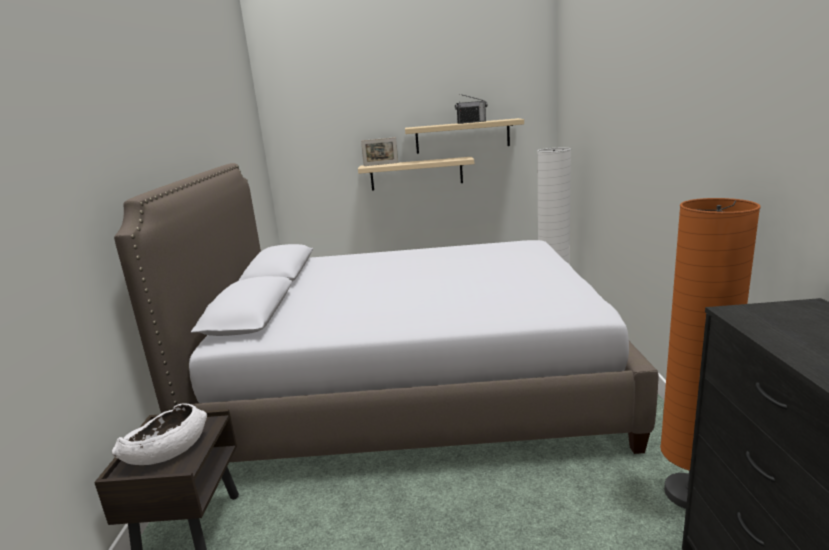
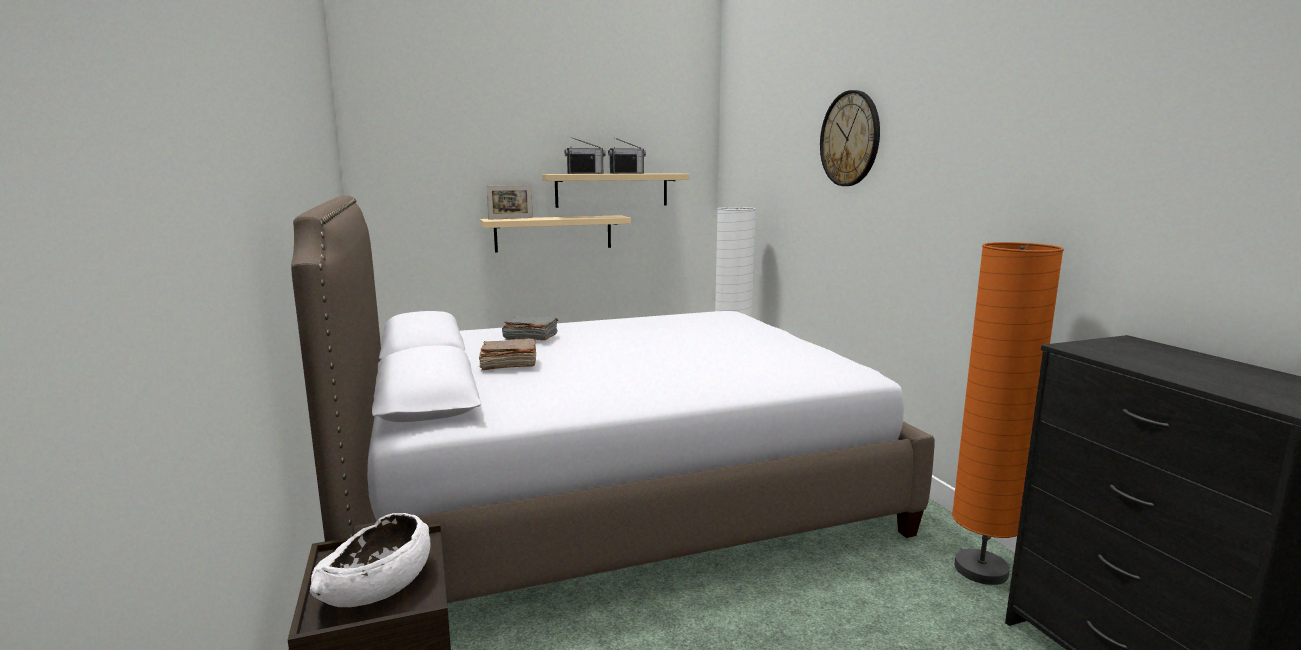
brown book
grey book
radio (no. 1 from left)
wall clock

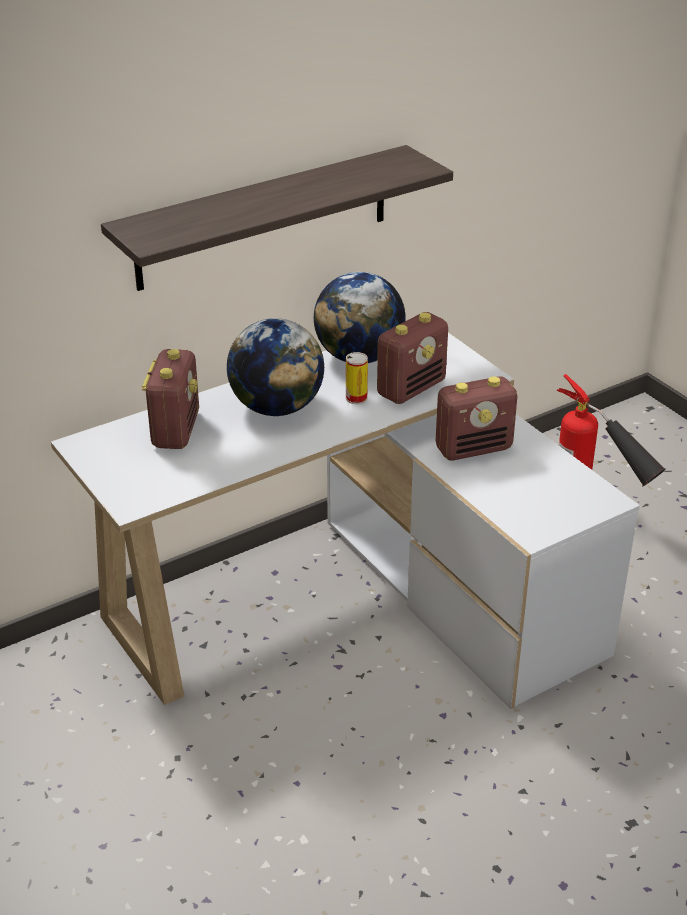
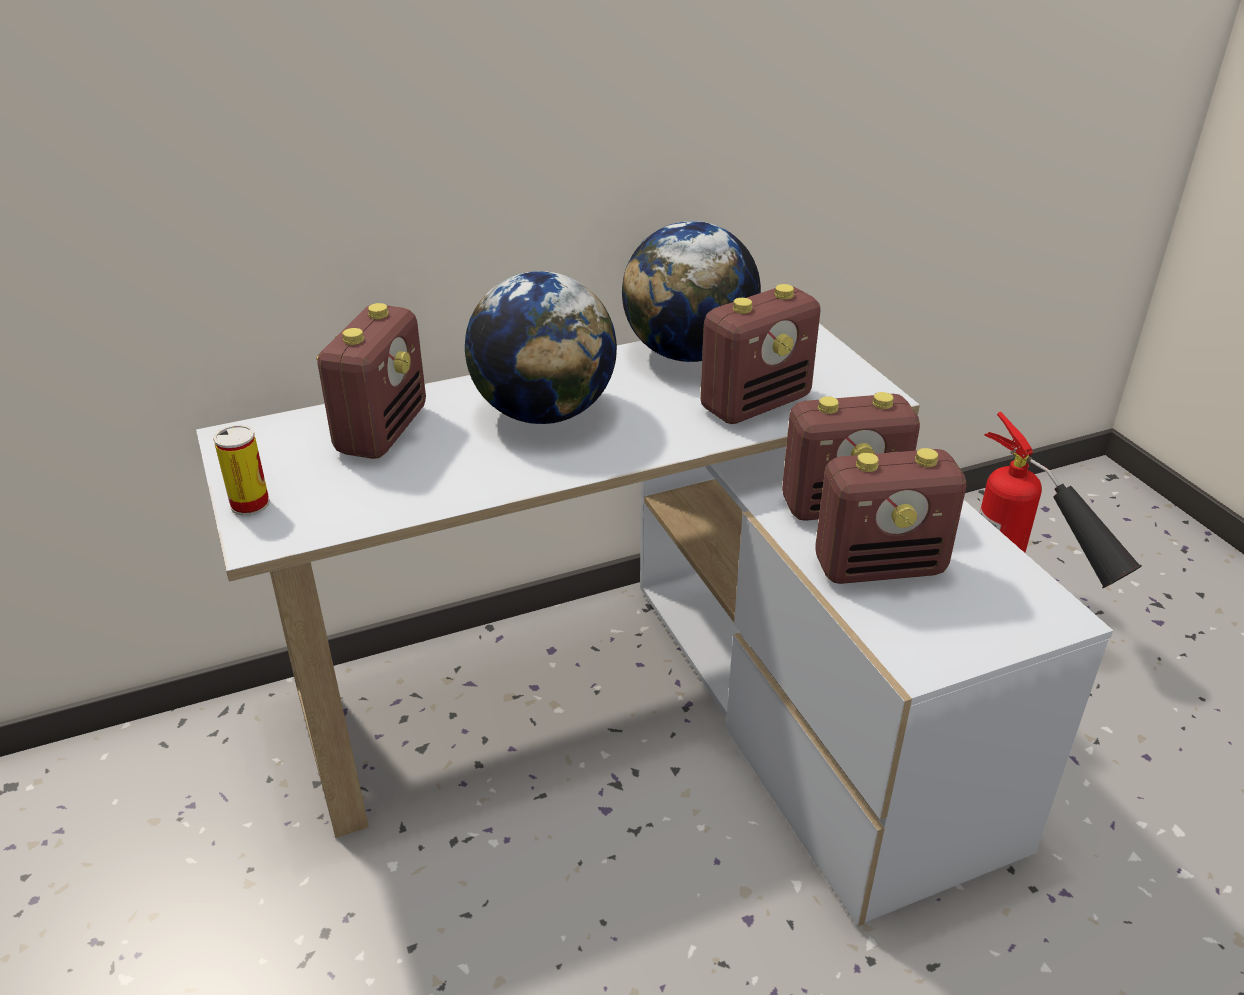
shelf
can
radio (no. 4 from left)

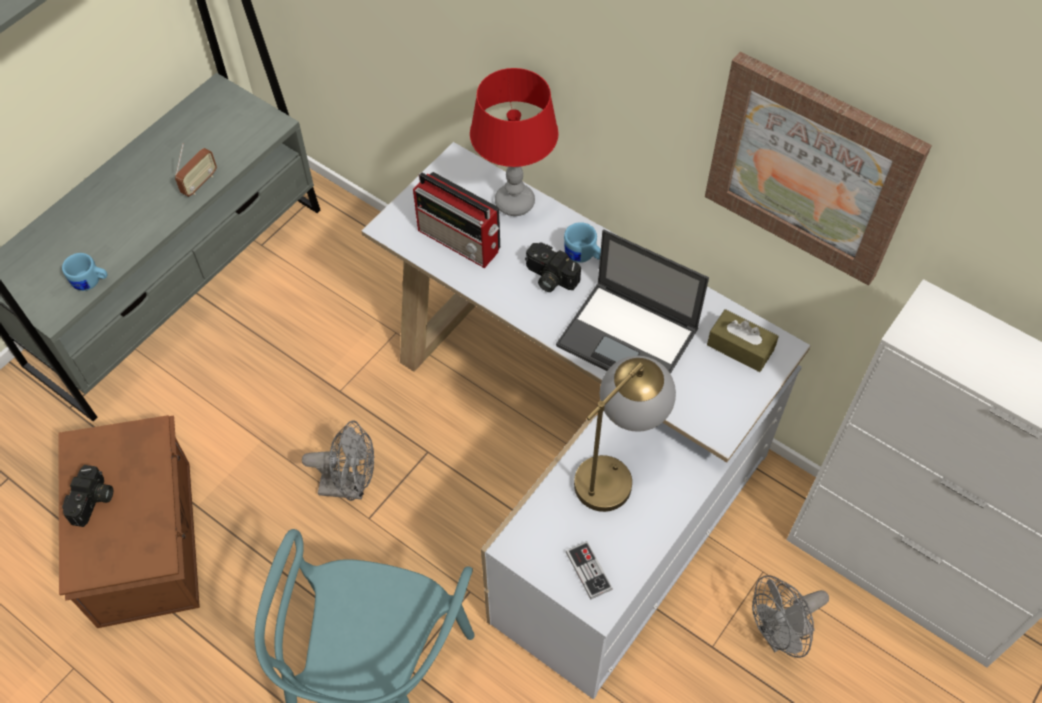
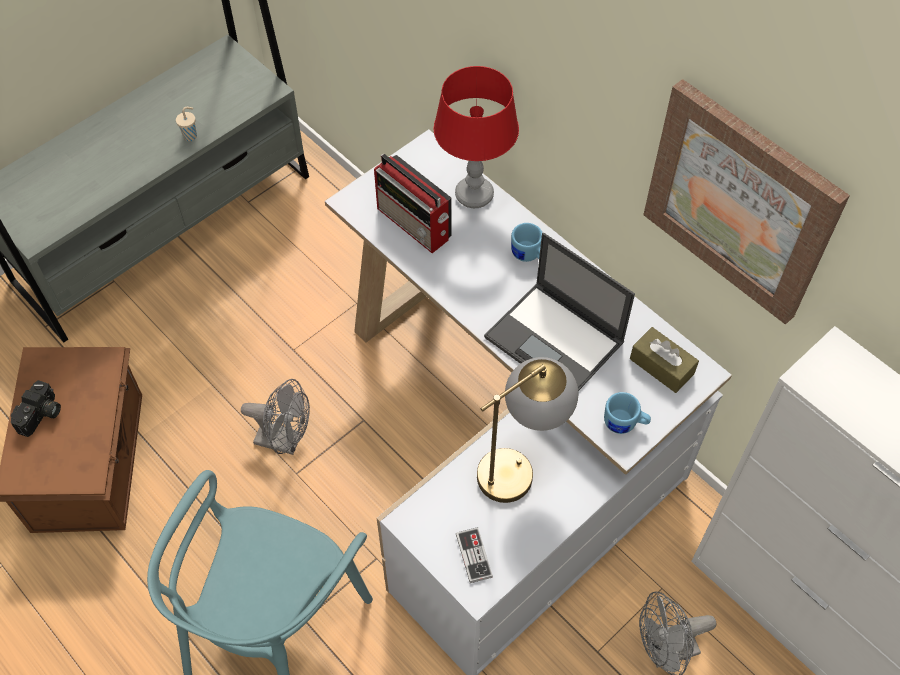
blue mug (no. 2 from left)
beige cup
photo camera (no. 2 from left in the first image)

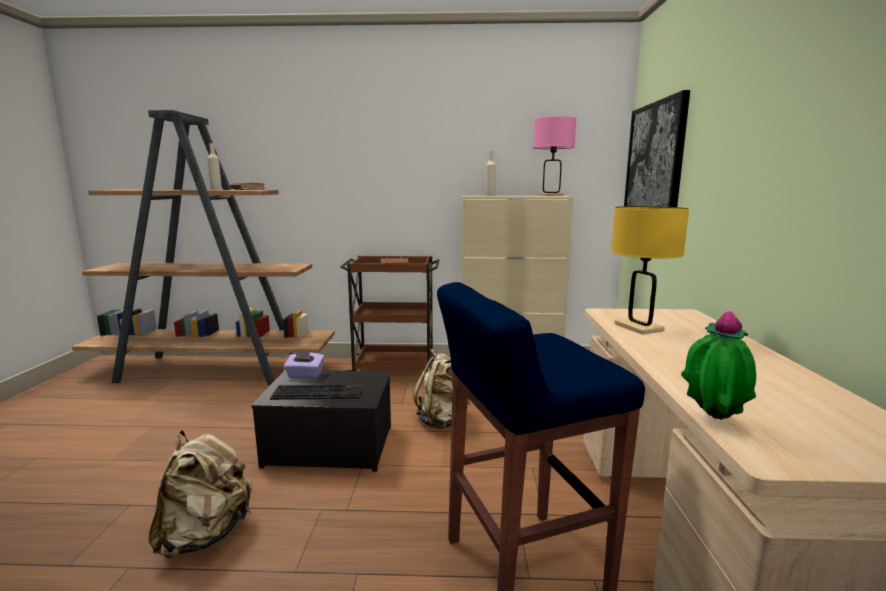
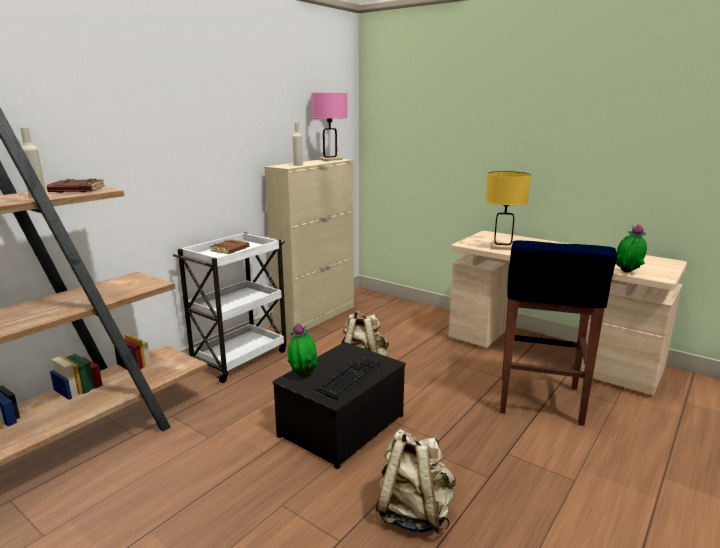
potted plant (no. 1 from left)
white cart
picture

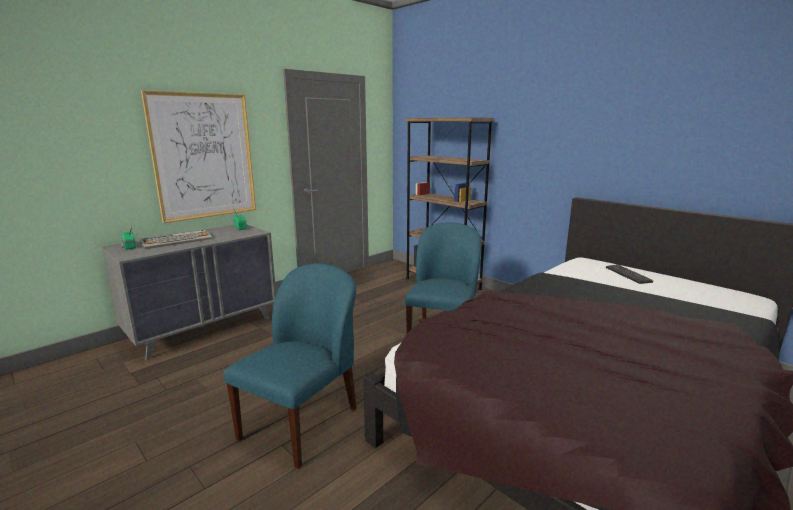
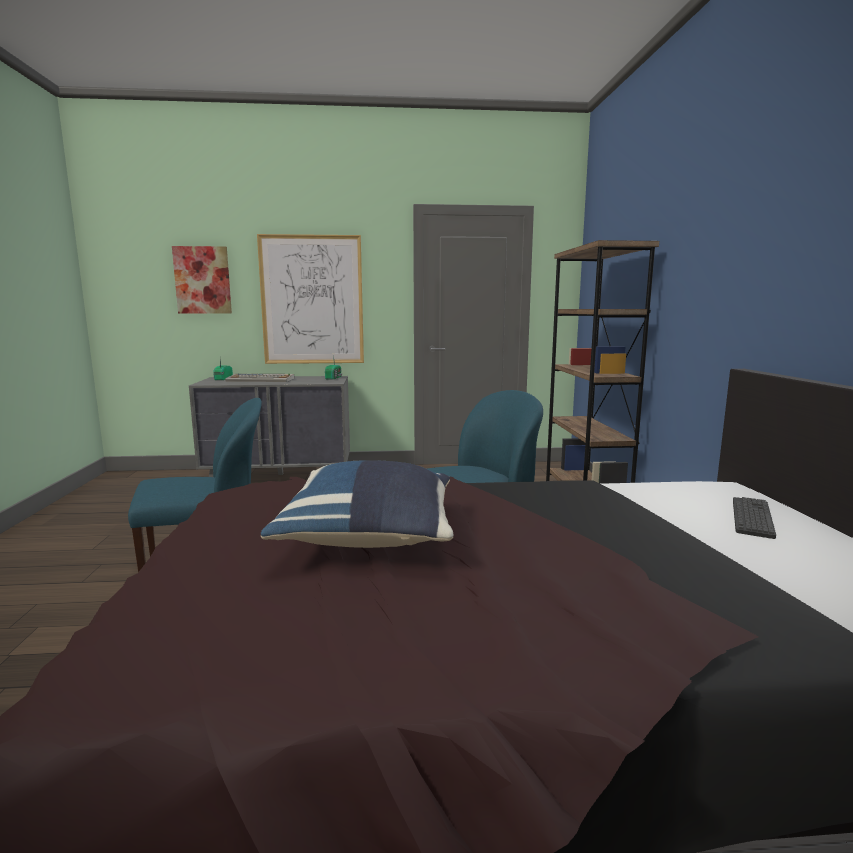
picture (no. 1 from left)
blue pillow

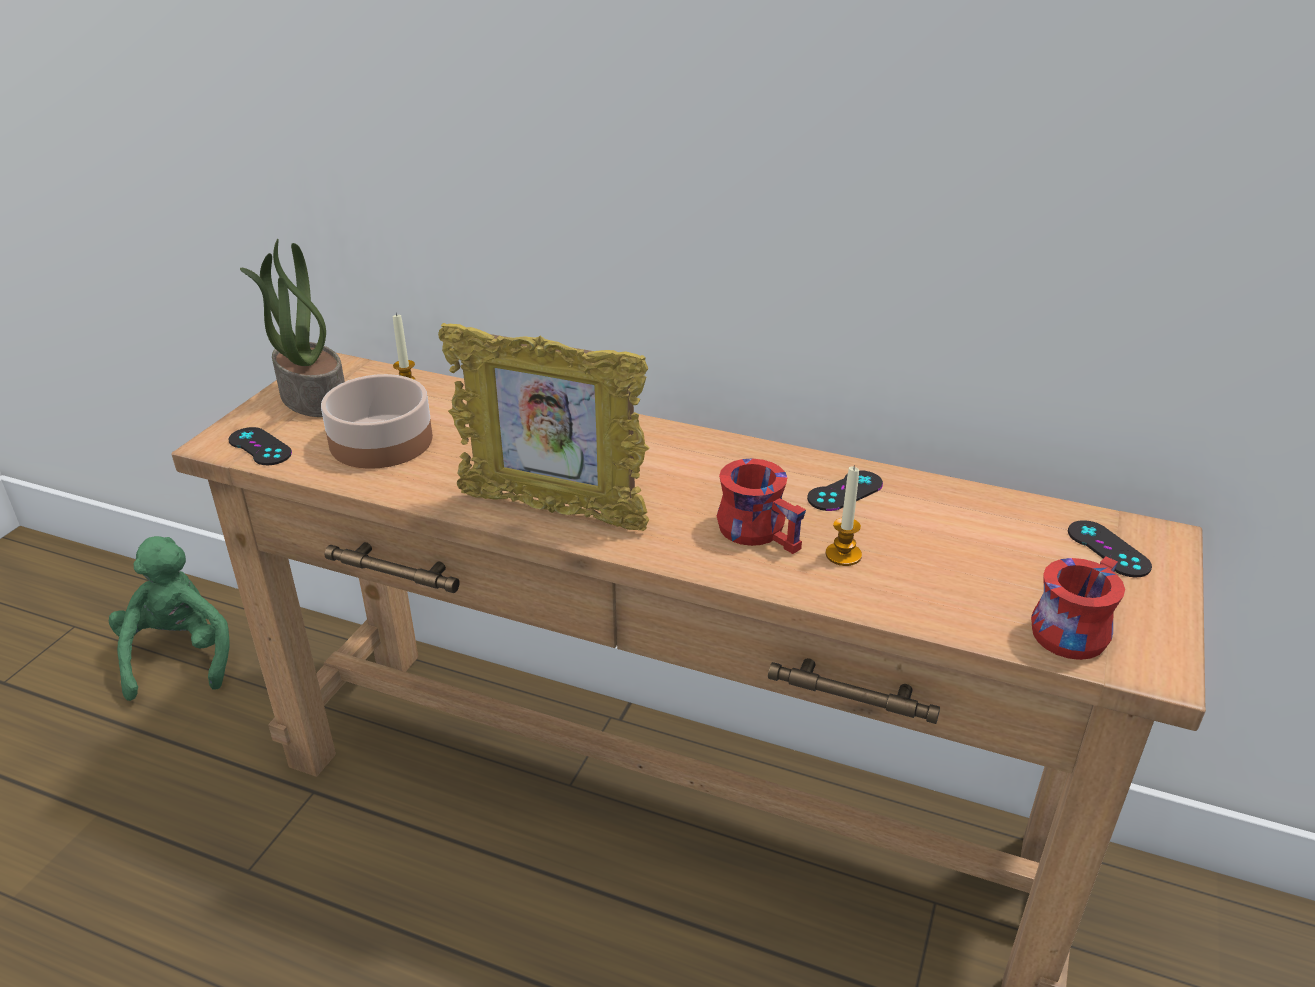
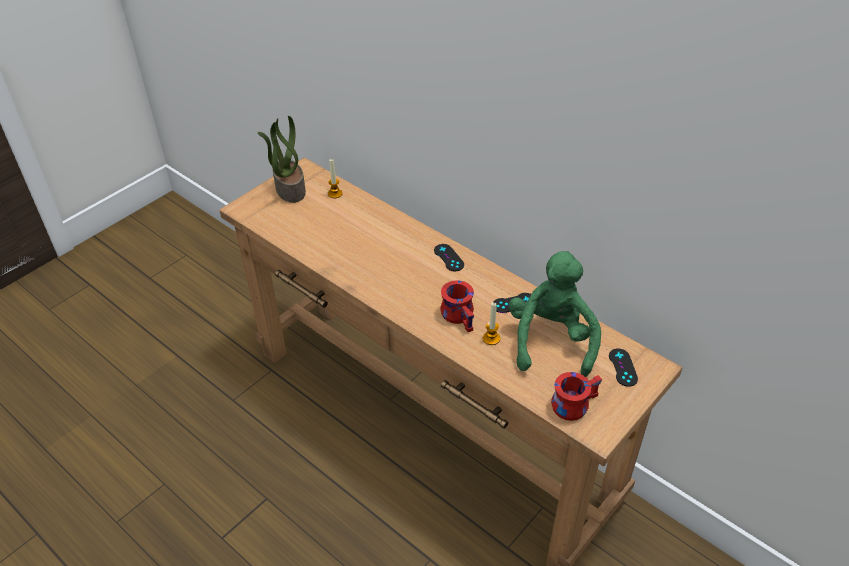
green plush toy
black game controller (no. 1 from left)
bowl
picture frame

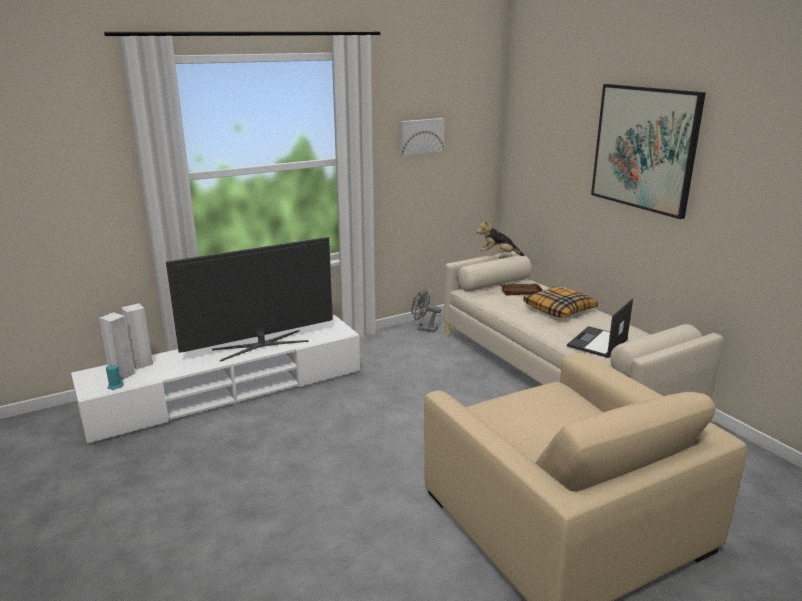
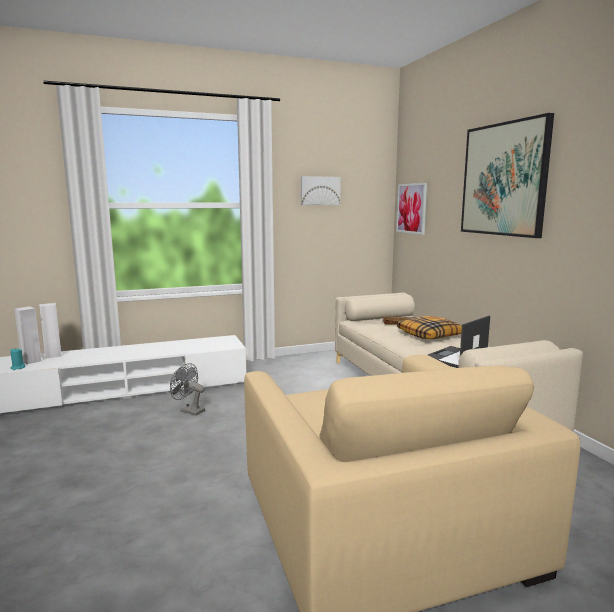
television
grey fan
plush toy
picture (no. 2 from left)

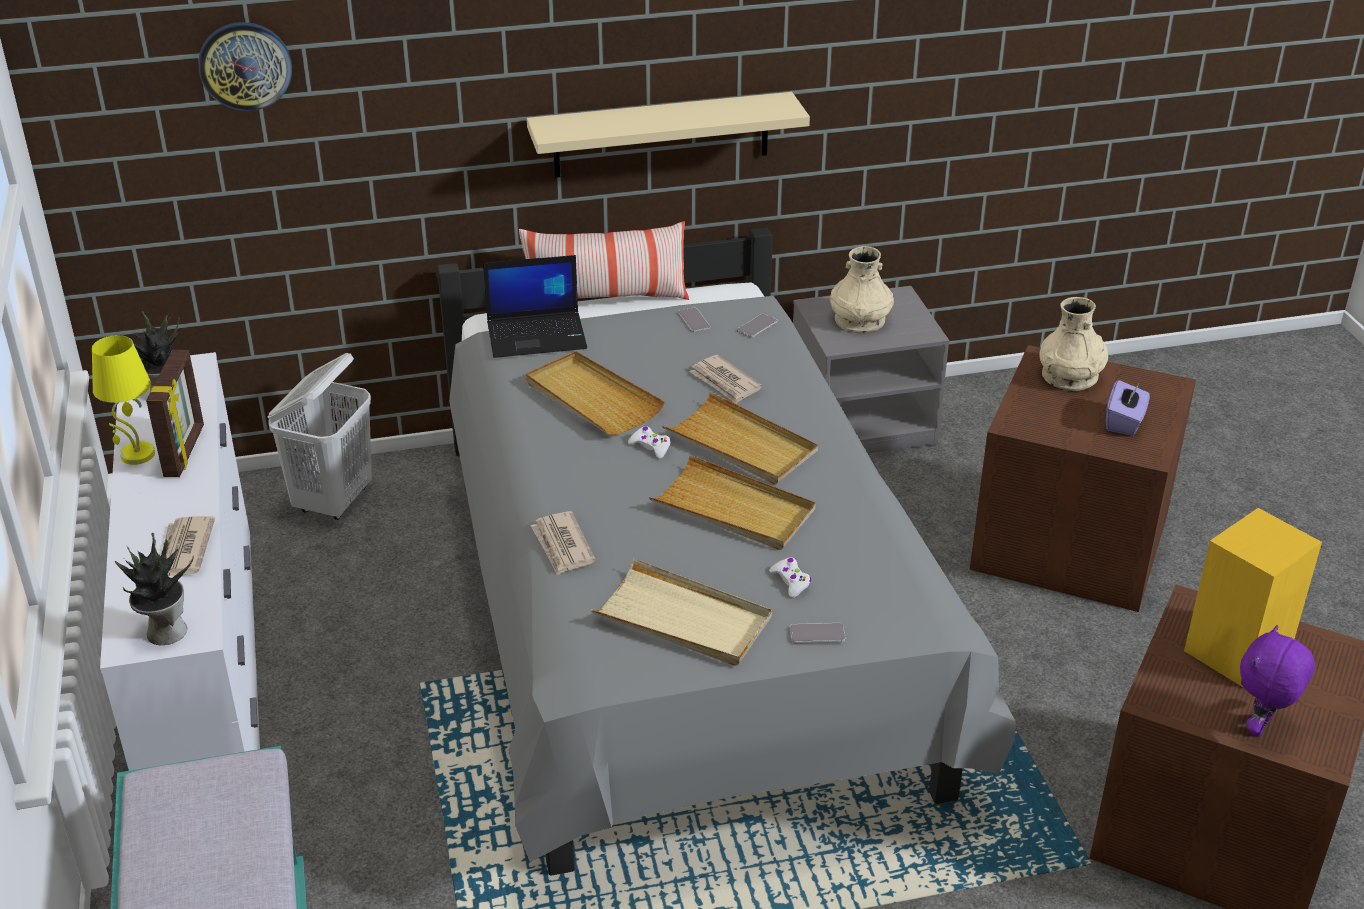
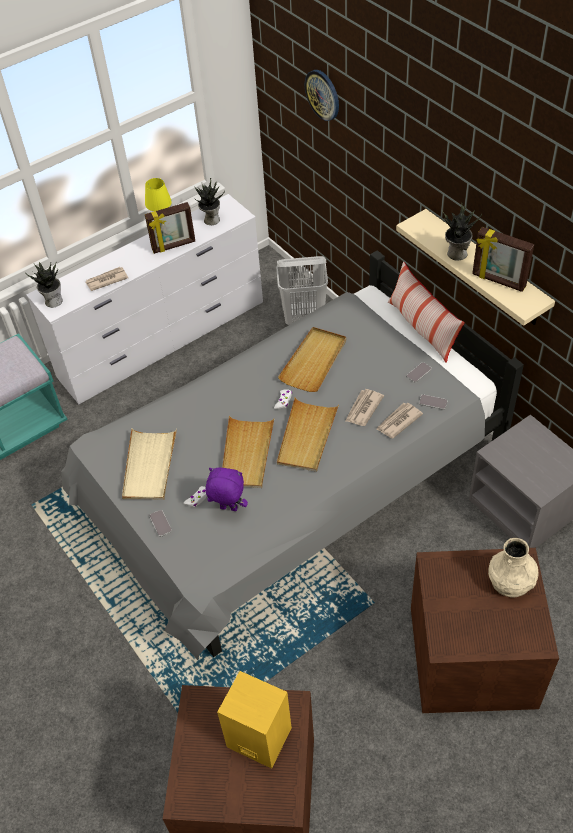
laptop
newspaper (no. 3 from left)
beige vase (no. 1 from left in the first image)
purple tissue box
purple plush toy
potted plant (no. 3 from left)
picture frame (no. 2 from left)

